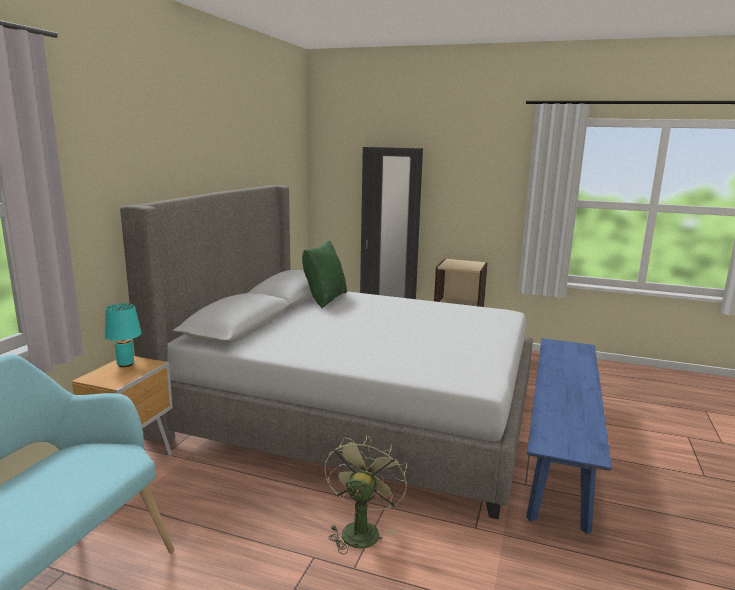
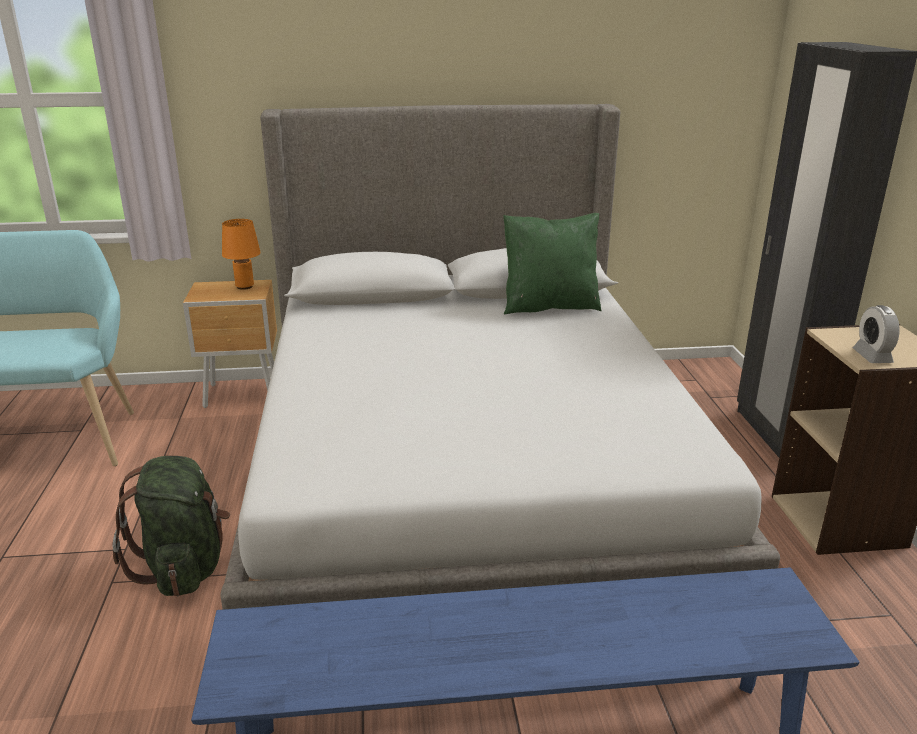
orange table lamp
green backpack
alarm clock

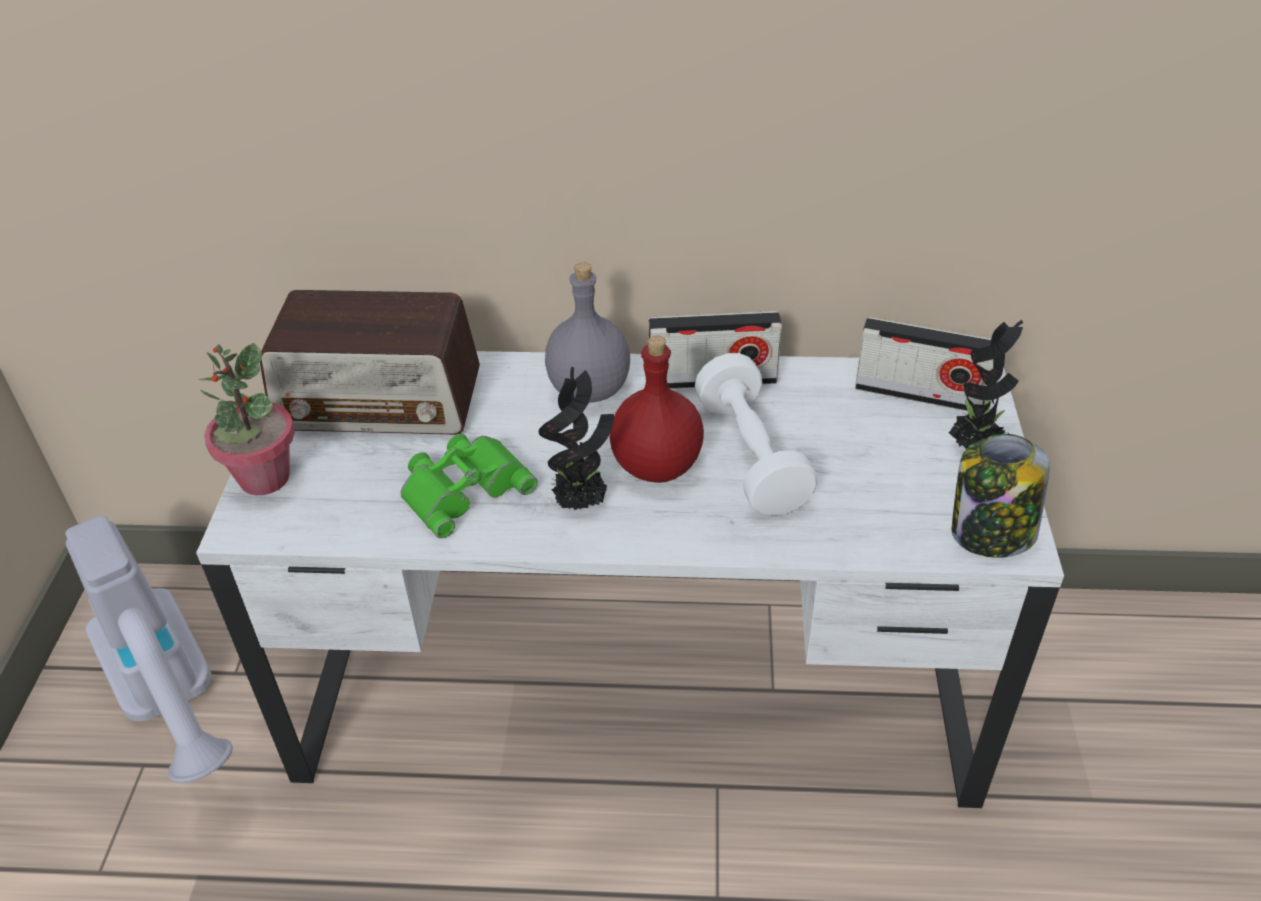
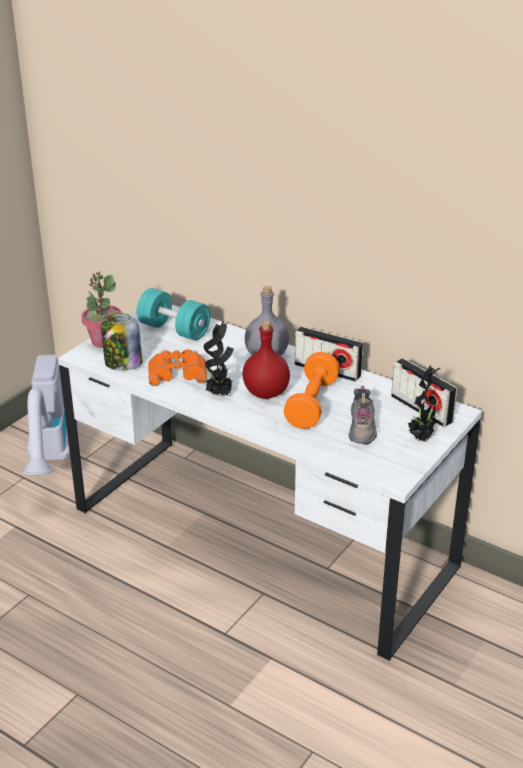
turquoise dumbbell
orange binoculars
orange dumbbell
jar
shoe

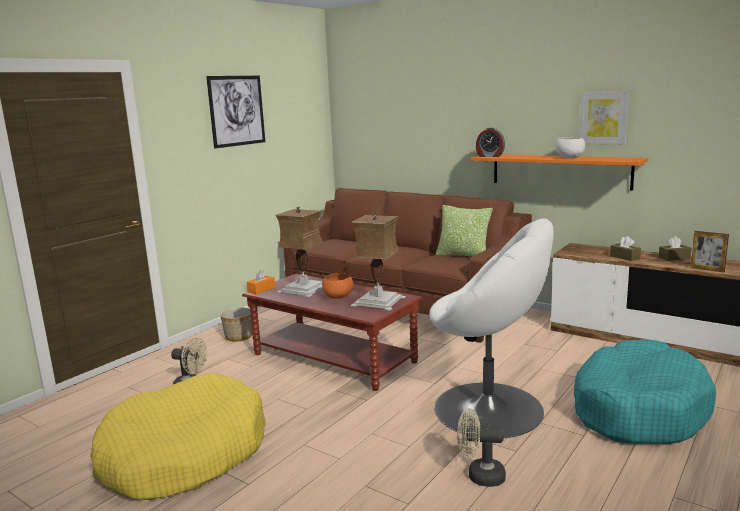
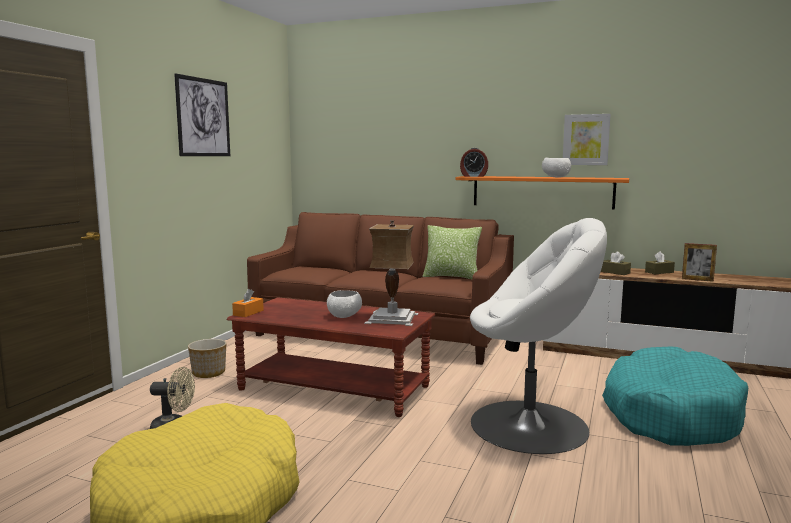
table lamp (no. 1 from left in the first image)
white bowl (no. 1 from left)
beige fan (no. 2 from left in the first image)

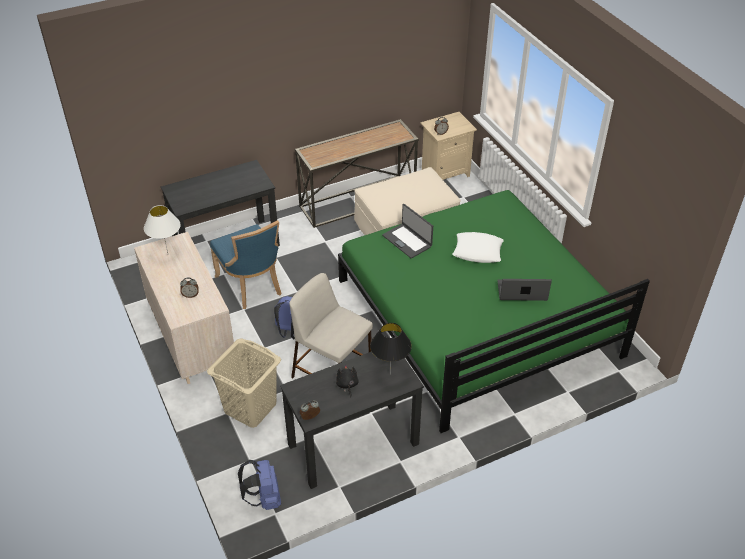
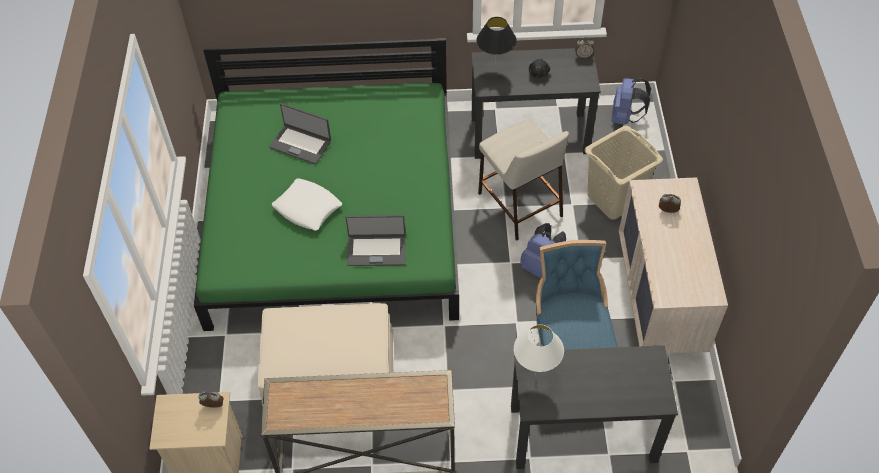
white table lamp
laptop (no. 2 from left)

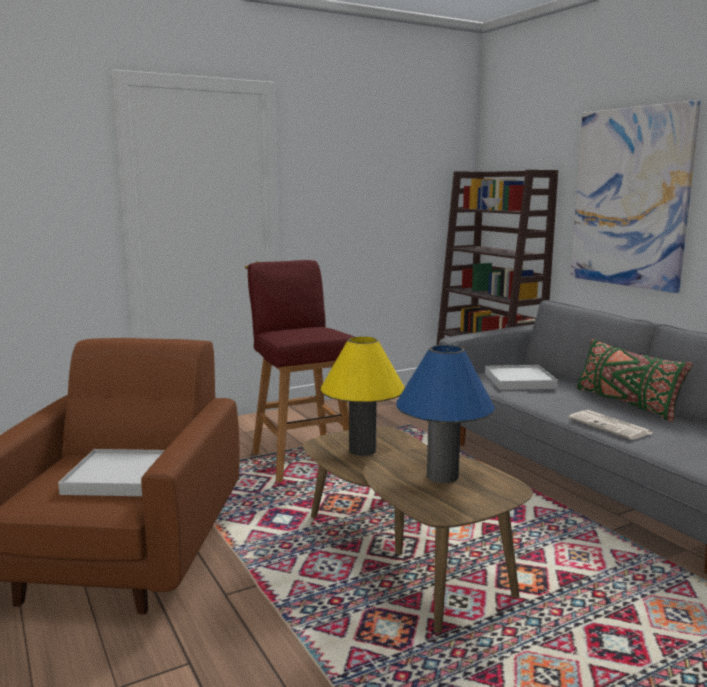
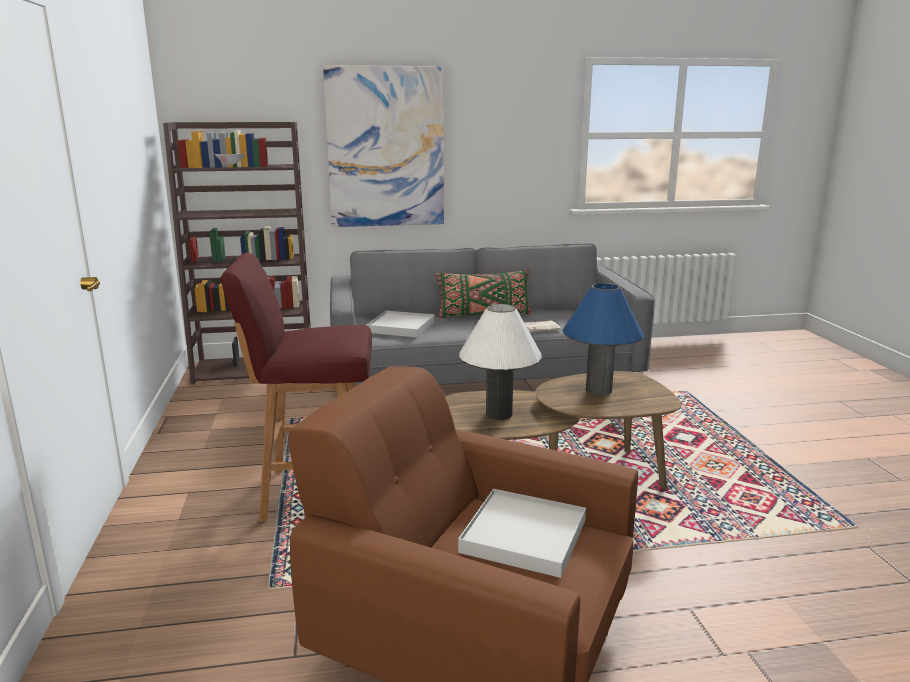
white table lamp

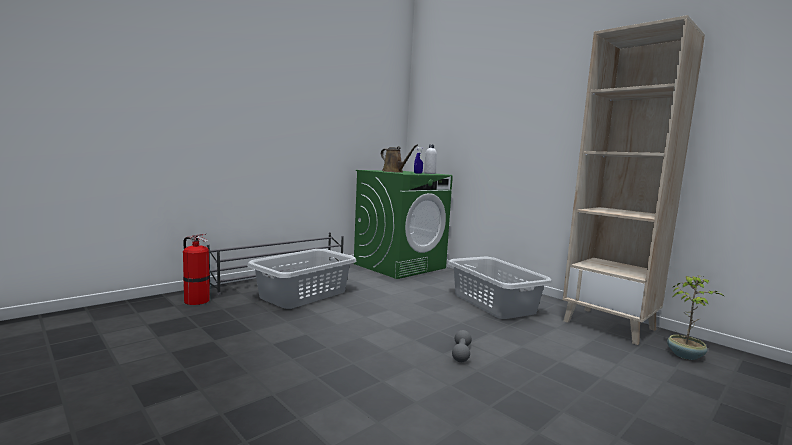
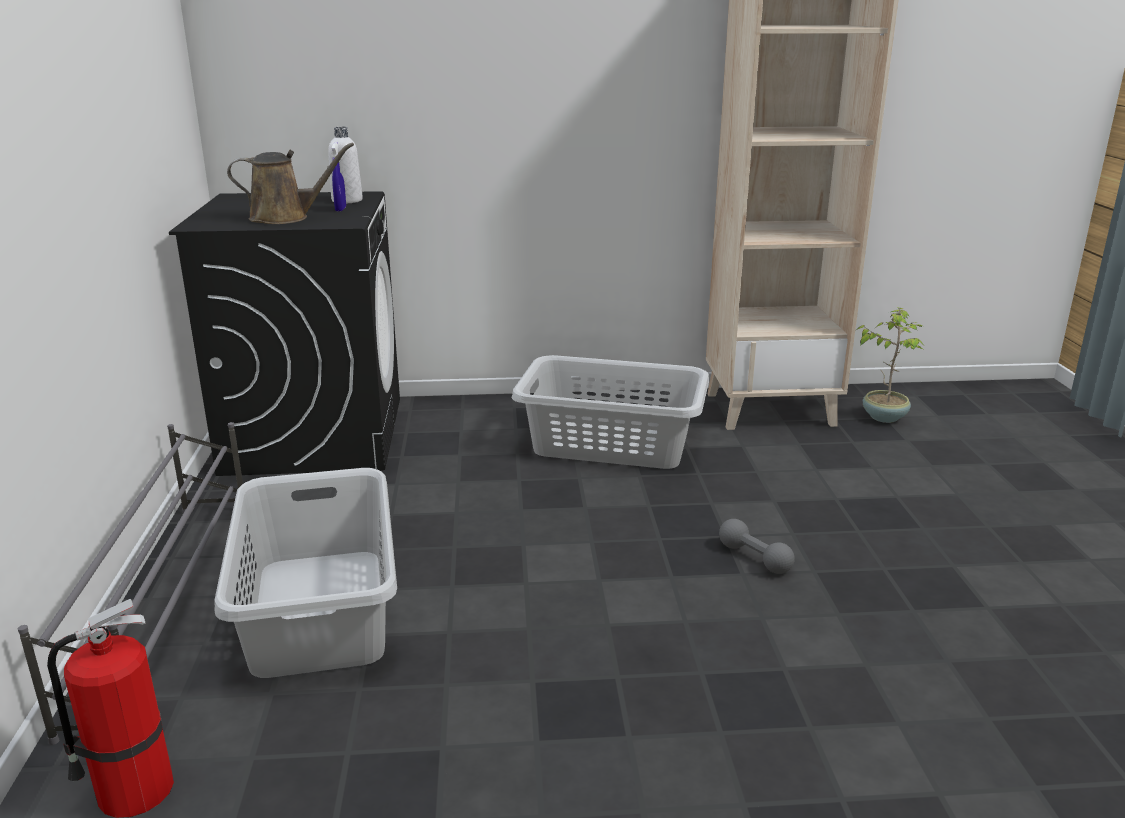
black washing machine

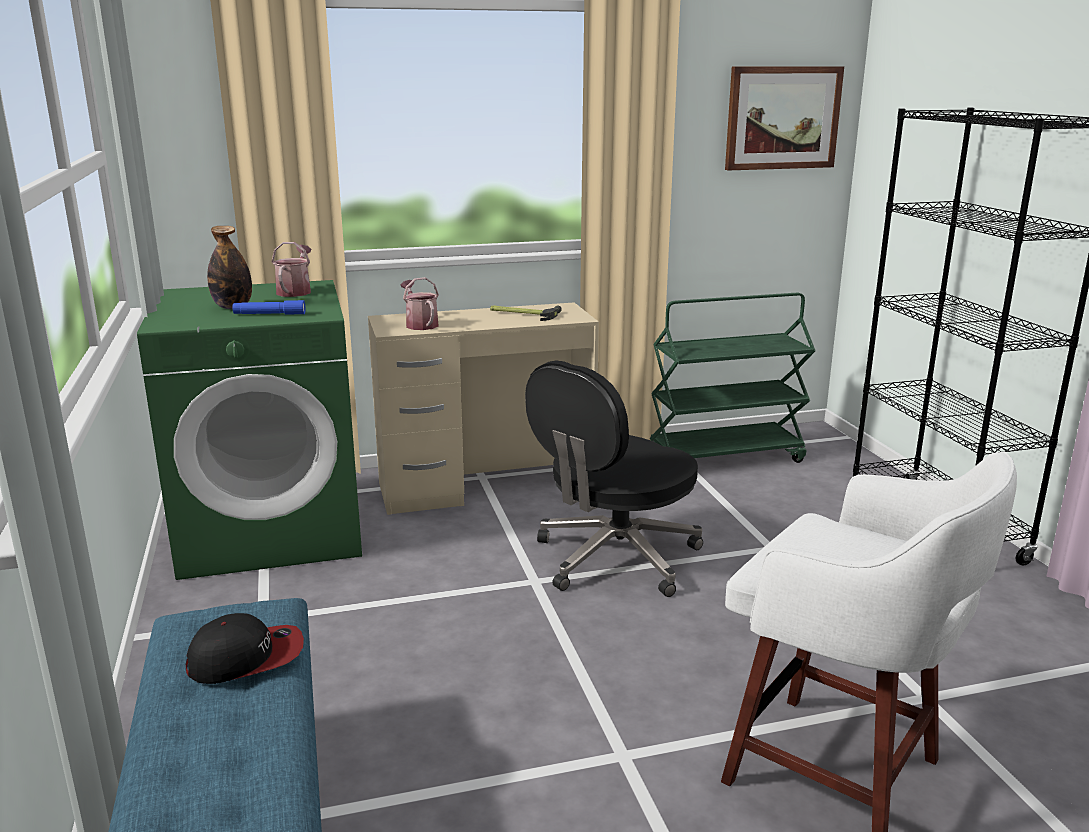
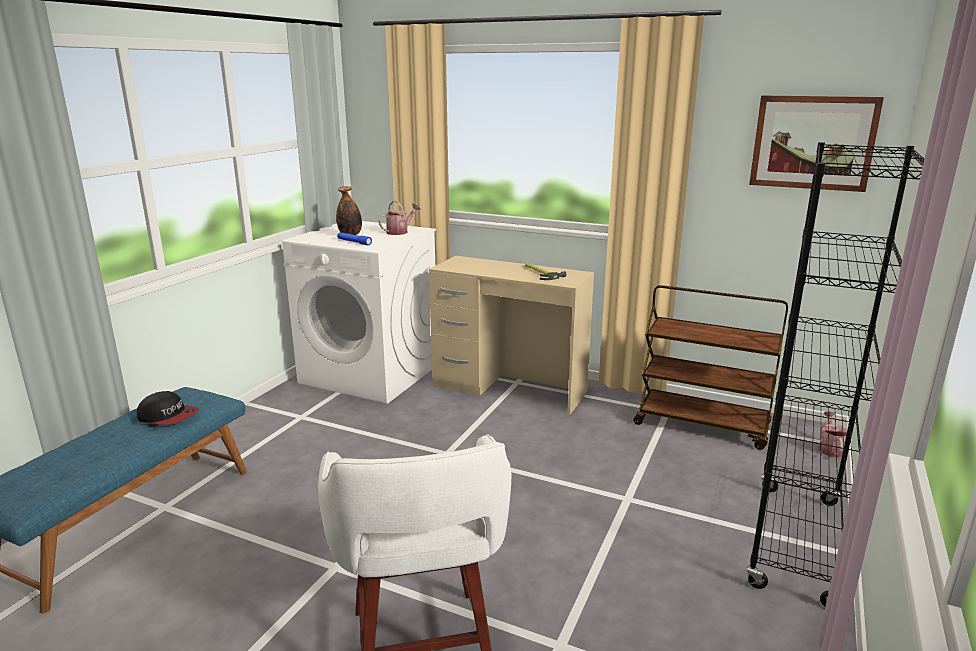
white washing machine
watering can (no. 2 from left)
black office chair
brown cart

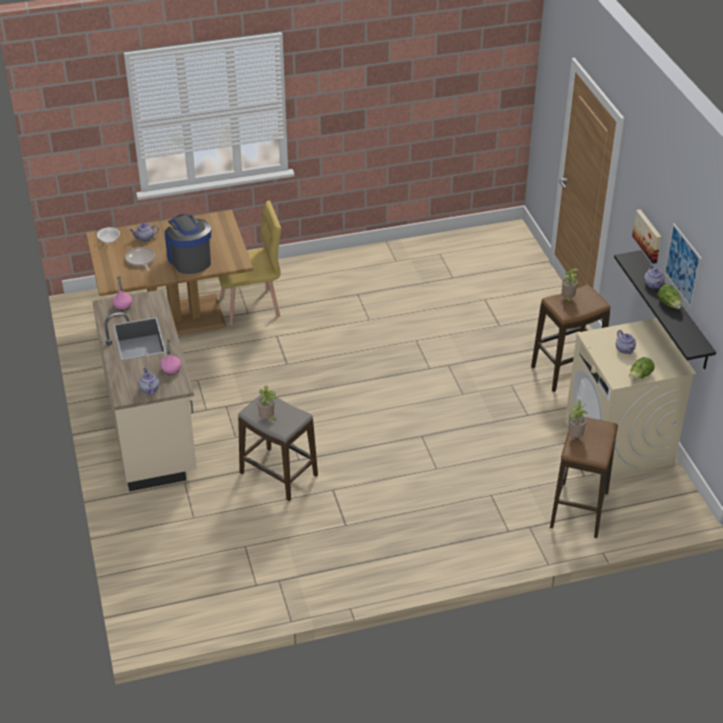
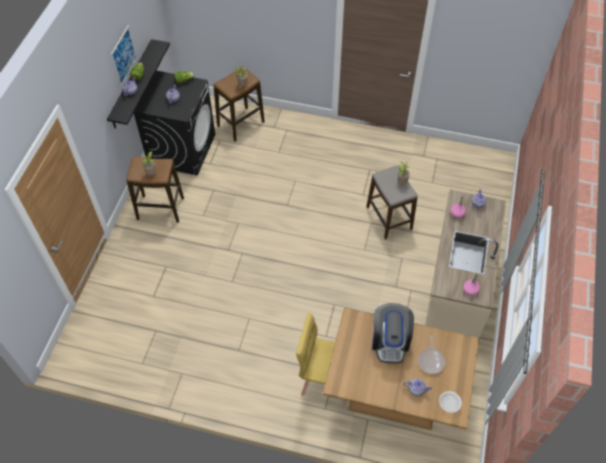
black washing machine
picture (no. 1 from left in the first image)

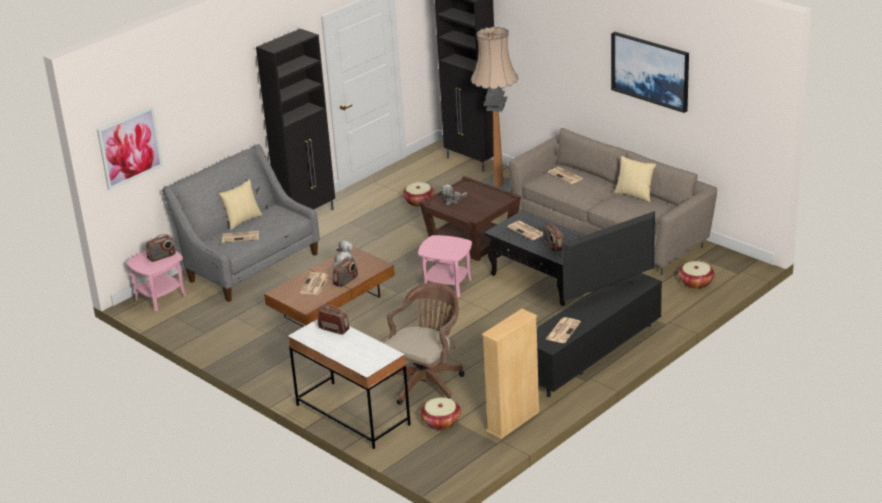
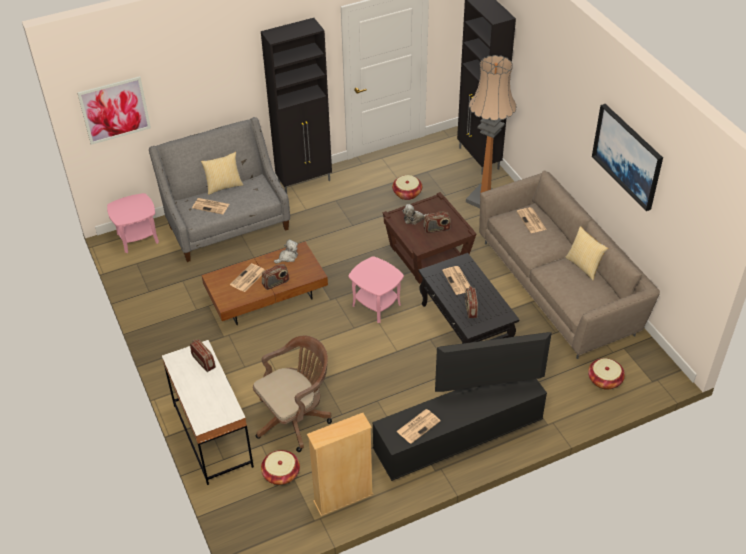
radio (no. 3 from left)

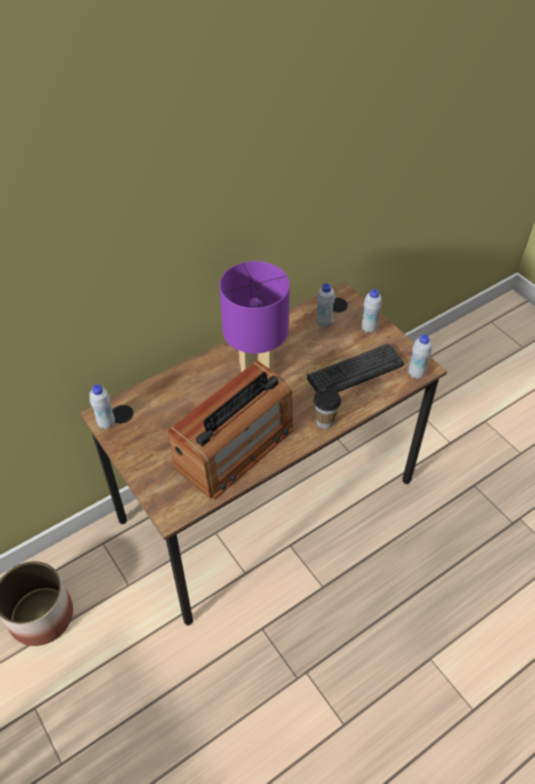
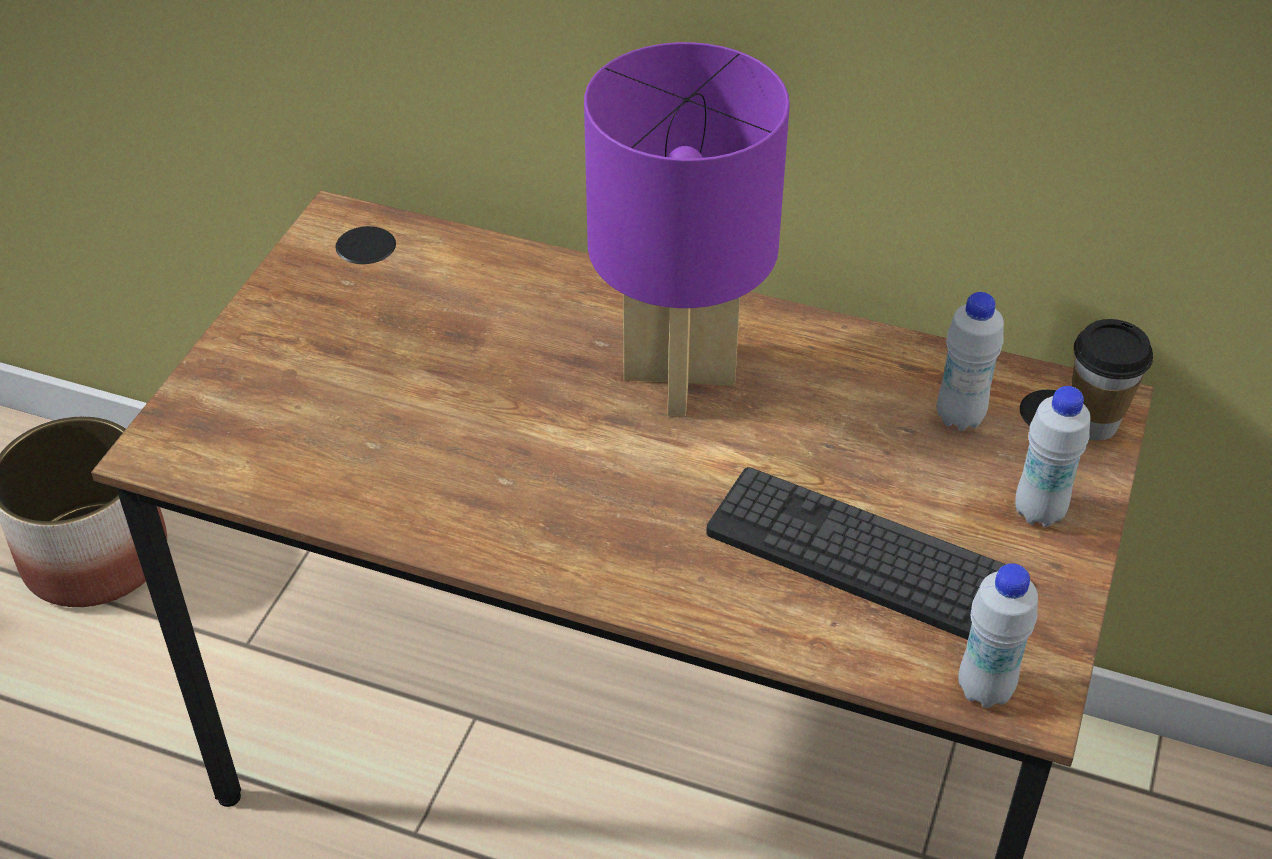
white bottle (no. 1 from left in the first image)
radio
cup

